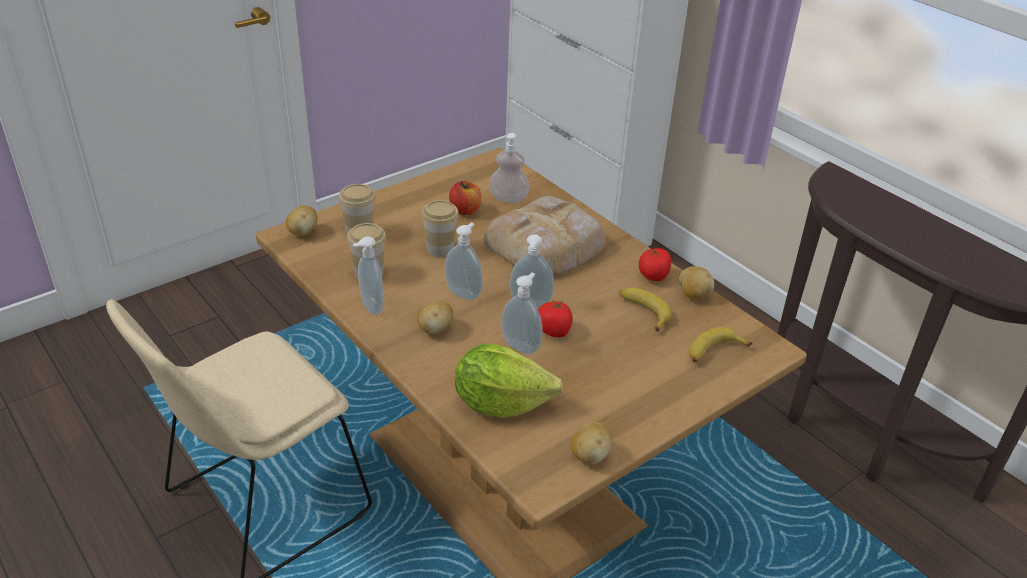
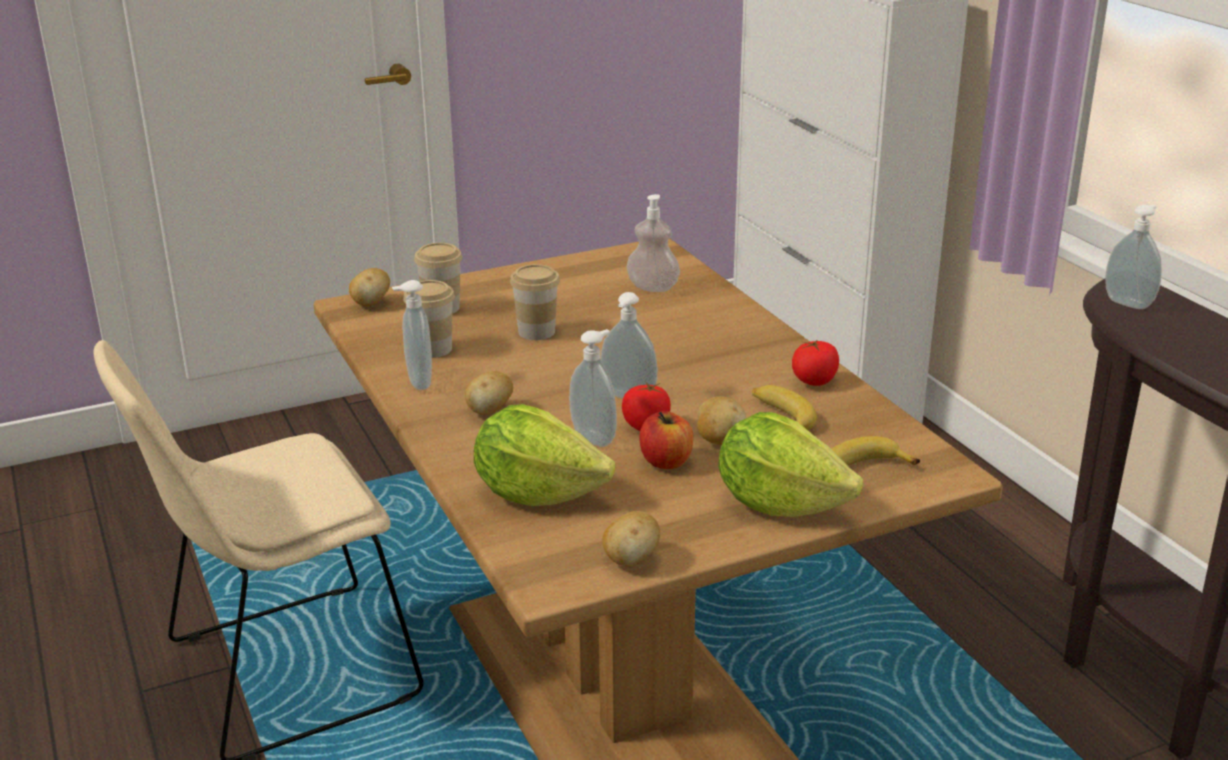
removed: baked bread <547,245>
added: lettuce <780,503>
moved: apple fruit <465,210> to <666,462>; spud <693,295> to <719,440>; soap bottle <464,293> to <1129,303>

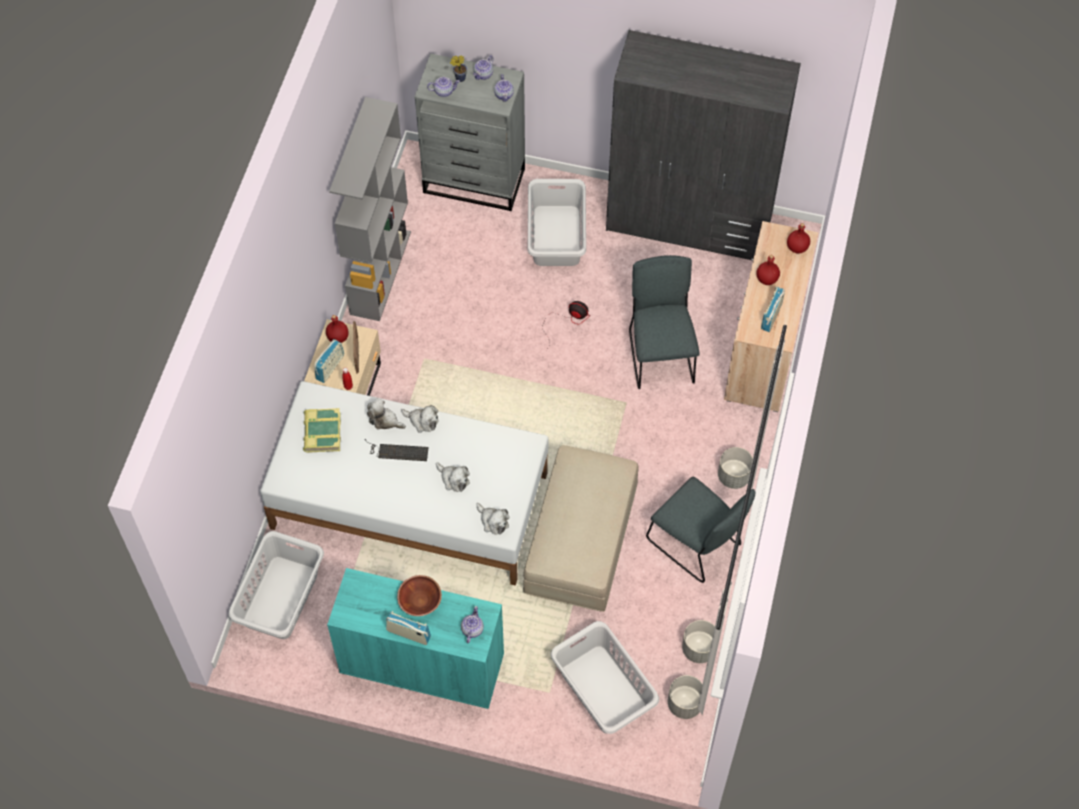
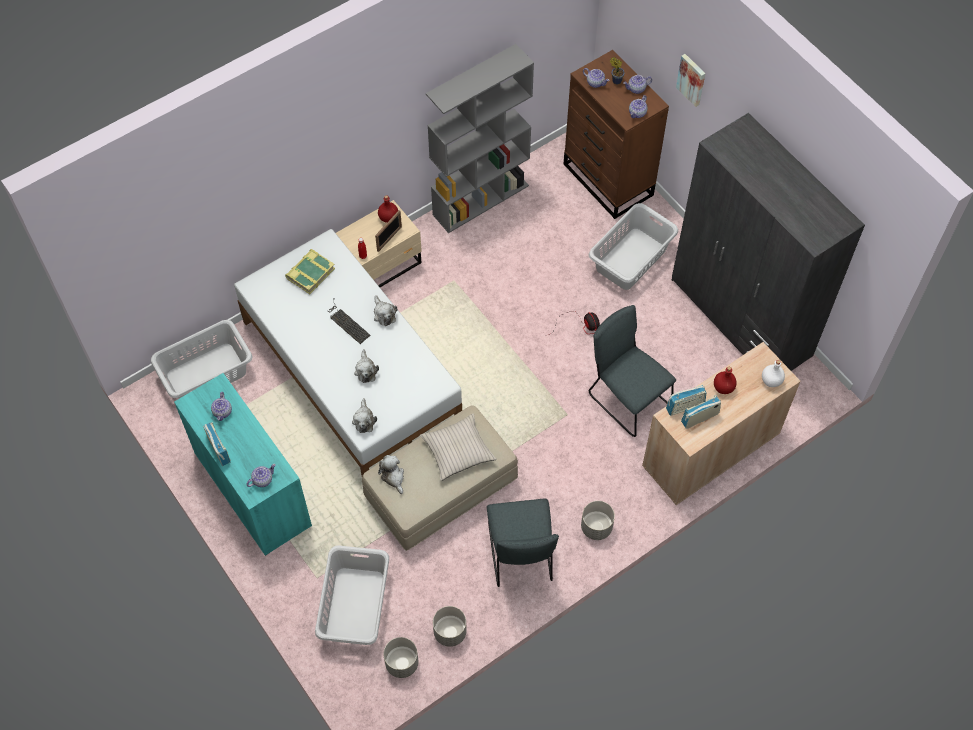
removed: serving bowl in brown <420,600>
added: pot for tea <223,412>; pillow in beige-coloured <457,450>; picture <692,79>
moved: soft toy <384,420> to <393,477>; radio <330,367> to <685,406>
recoloured: dresser in grey <475,181> to dresser in brown <608,180>; drink bottle in reddish <797,248> to drink bottle in white <771,381>
turned: plain chair in grey <660,354> = <626,397> 75 degrees counterclockwise

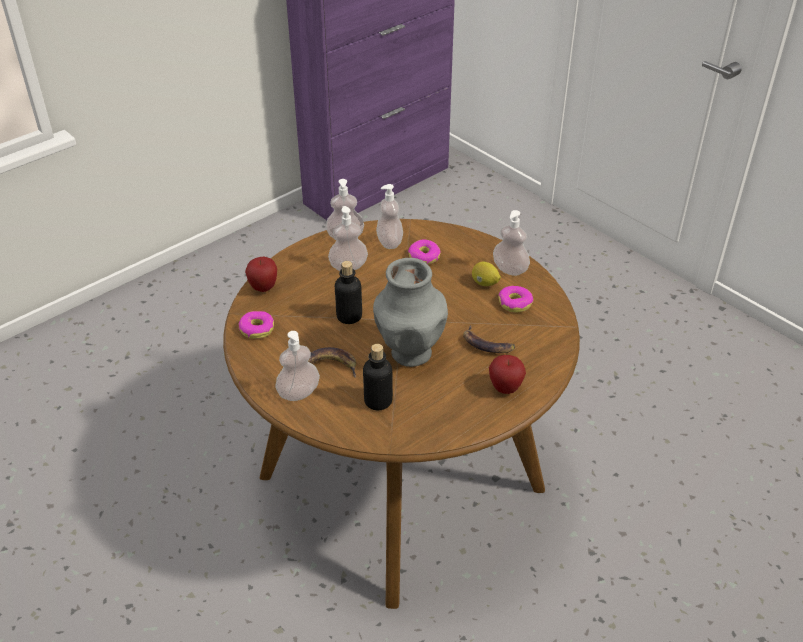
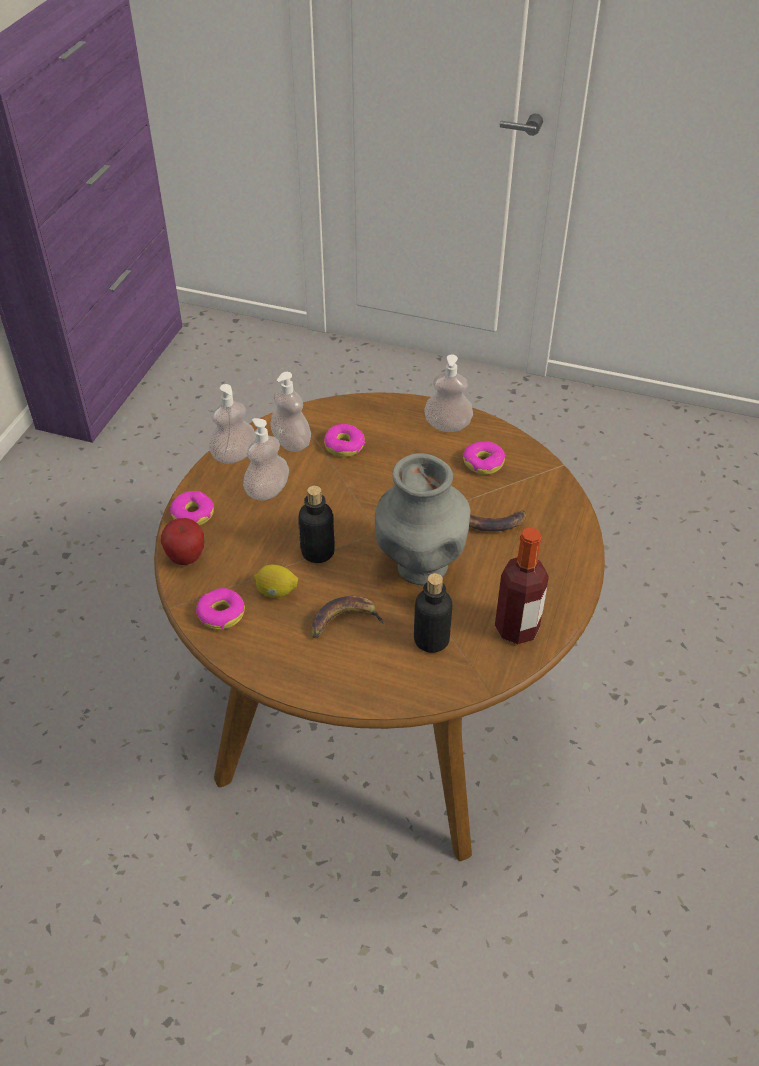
removed: soap bottle <298,393>; apple fruit <505,388>
added: doughnut <193,514>; drink bottle <516,628>
moved: whole lemon <484,283> to <276,592>

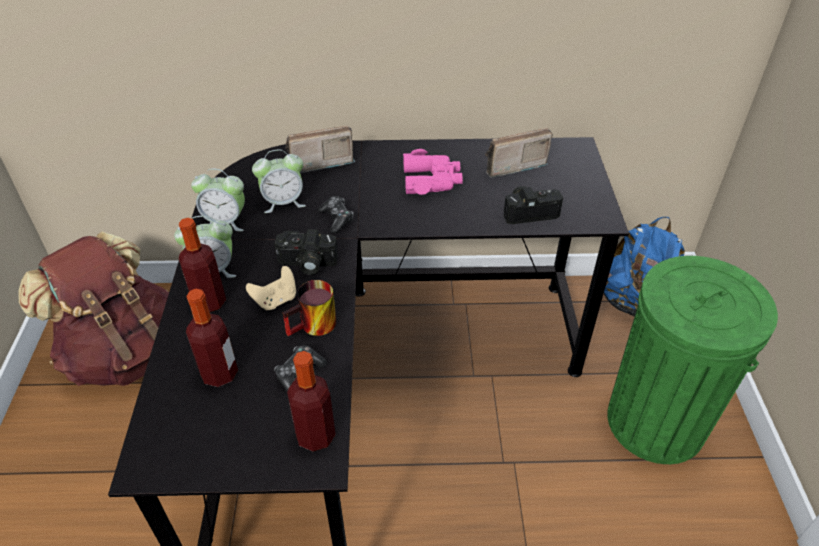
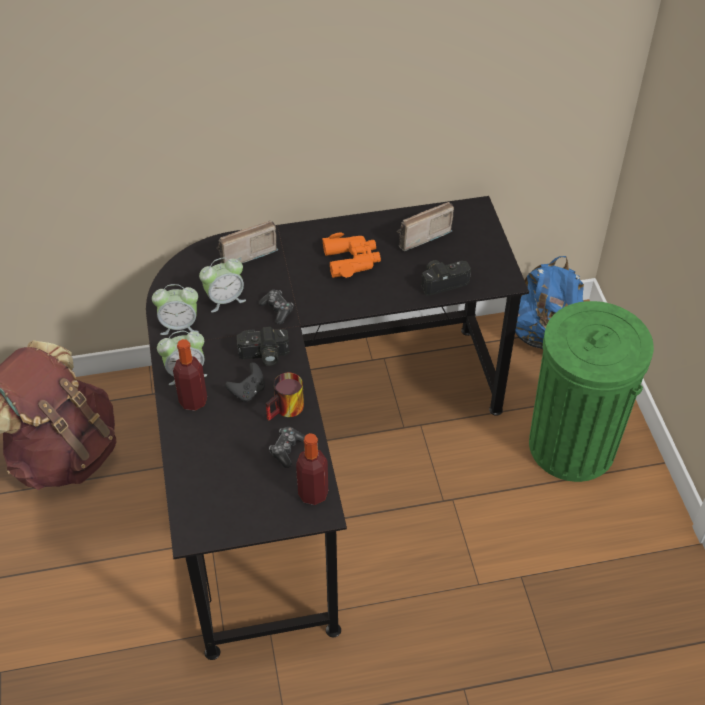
removed: drink bottle <219,373>
recoloured: game controller in beige-coloured <276,300> to game controller in blackish <248,391>; binoculars in pinkish <431,180> to binoculars in orange <351,260>

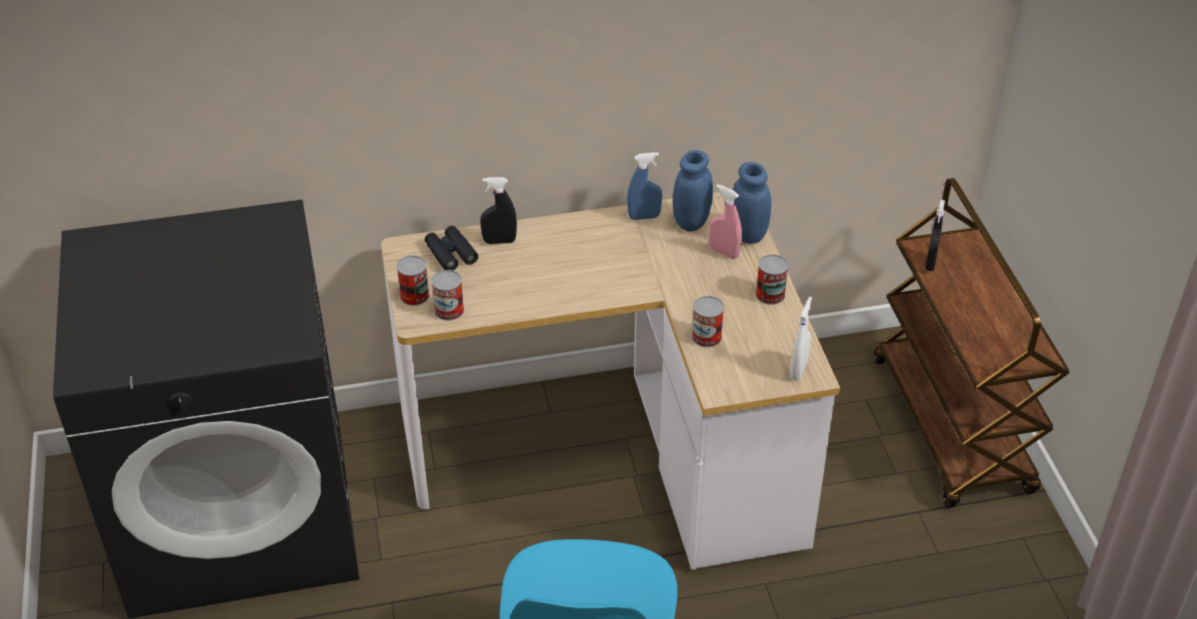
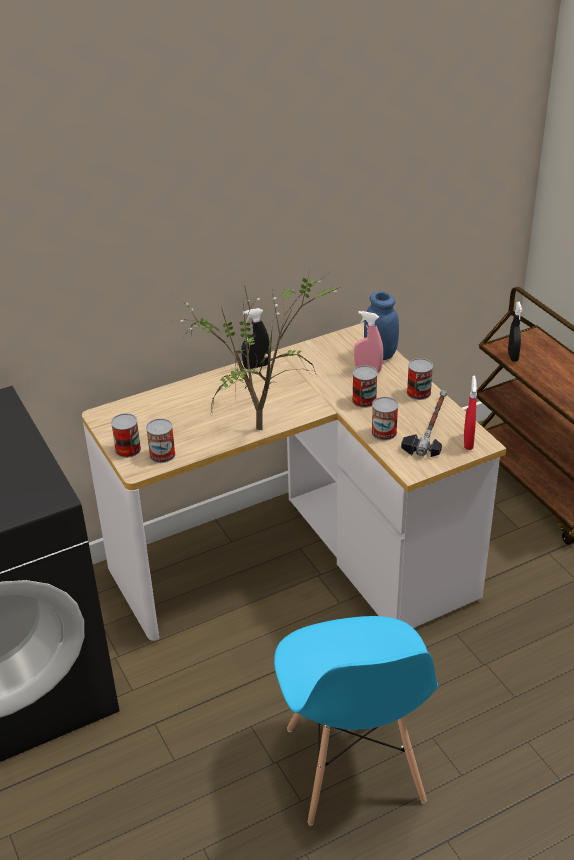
removed: binoculars in blackish <451,253>; sprayer in bluish <644,217>; storage jar in bluish <691,222>
added: plant in a pot <264,426>; can <364,400>; hand hammer <430,427>
moved: sprayer in blackish <499,241> to <256,366>
recoloured: sprayer in white <798,370> to sprayer in reddish <468,442>

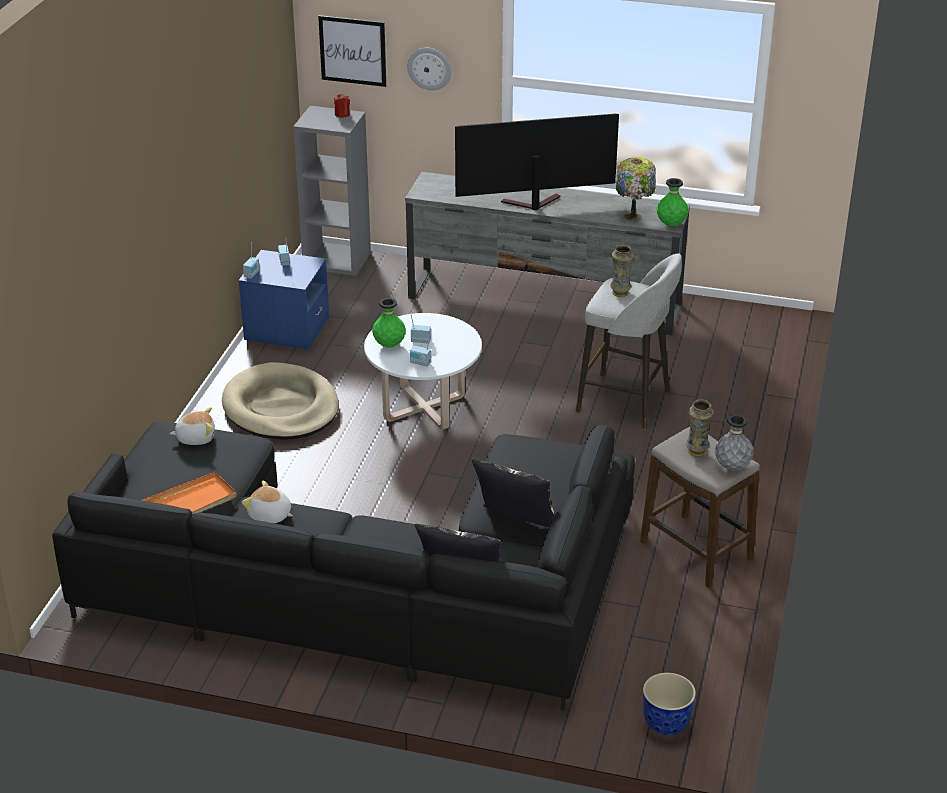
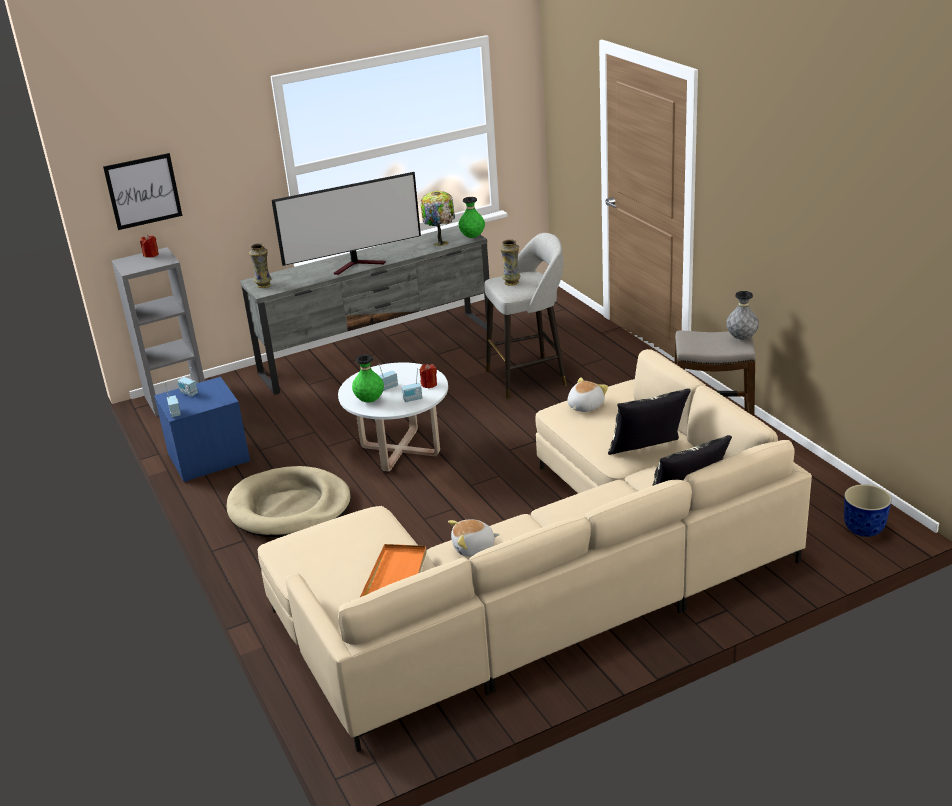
removed: clock on the wall <429,68>
added: candle in reddish <429,384>
moved: flower vase <697,451> to <264,285>; soft toy <196,437> to <584,406>
recoloured: sofa in blackish <366,587> to sofa in beige-coloured <551,577>
turned: TV set <531,204> = <358,265> 150 degrees counterclockwise

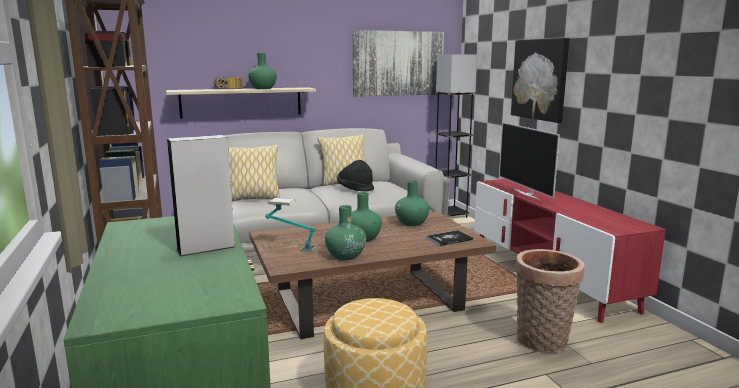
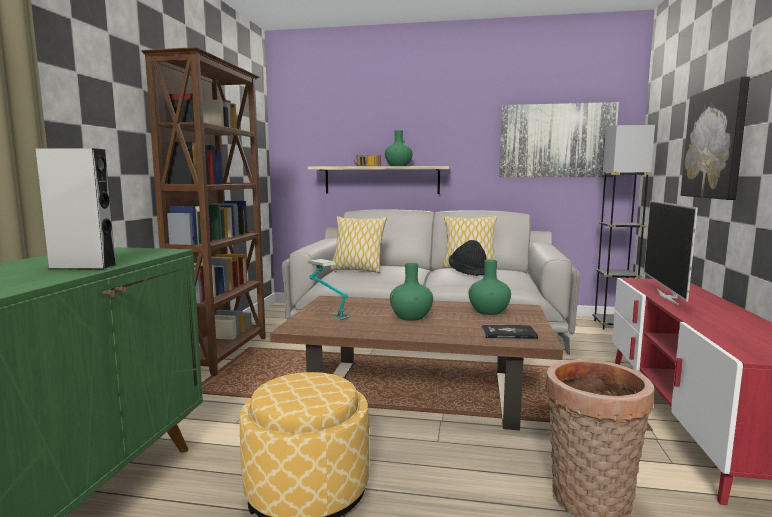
removed: flower vase in greenish <345,256>

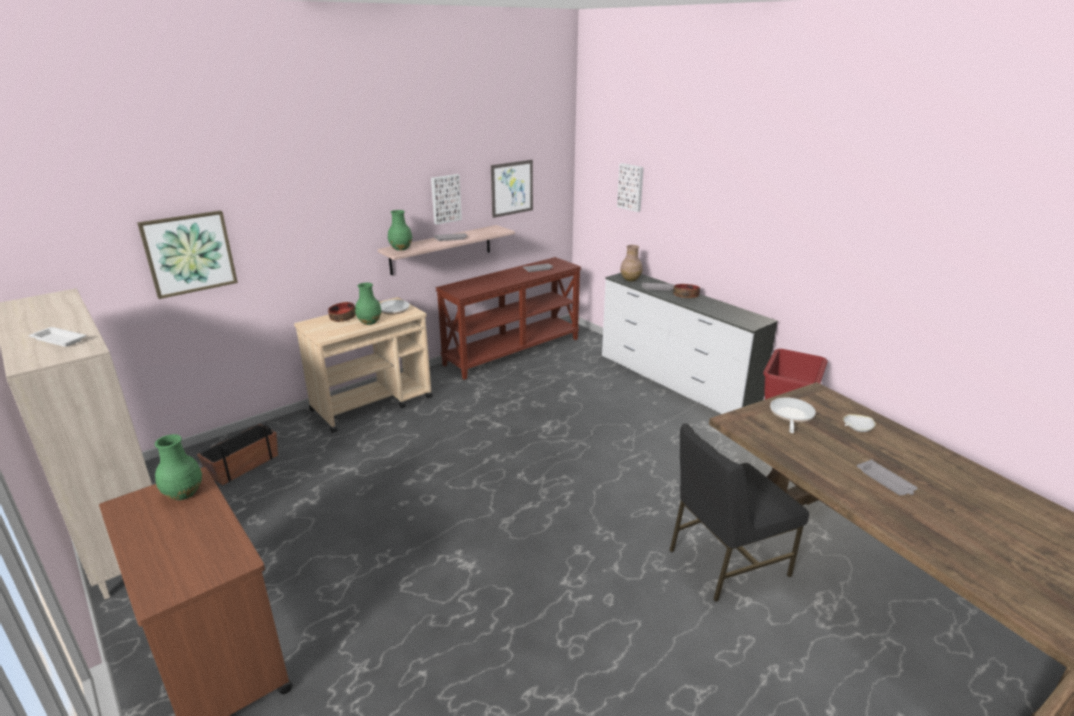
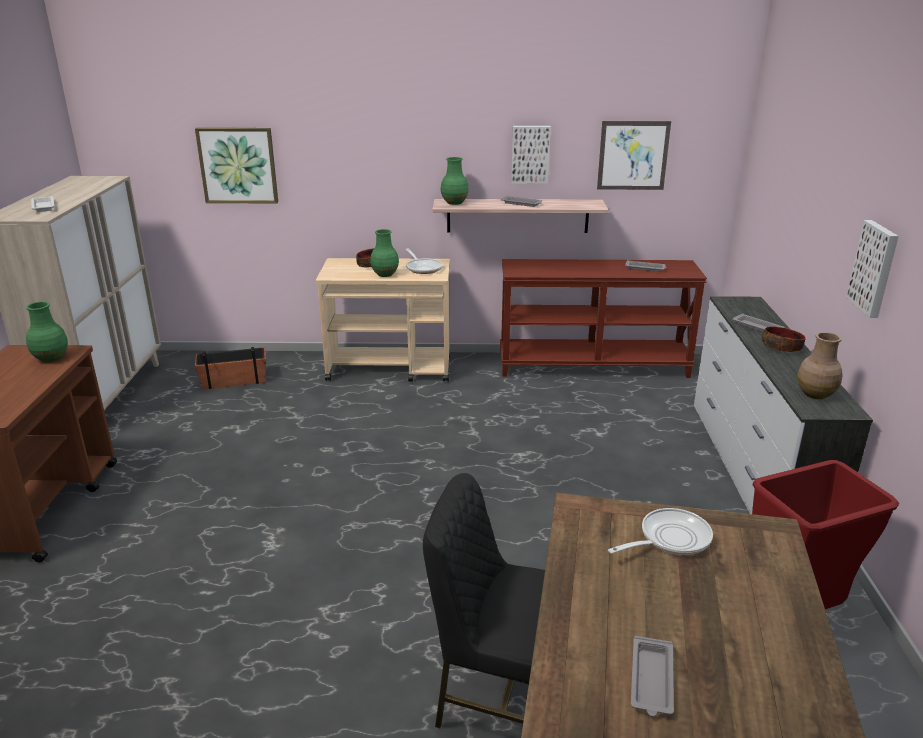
removed: serving bowl in white <857,429>
moved: flower vase in brown <630,279> to <815,394>; picture <631,187> to <875,268>

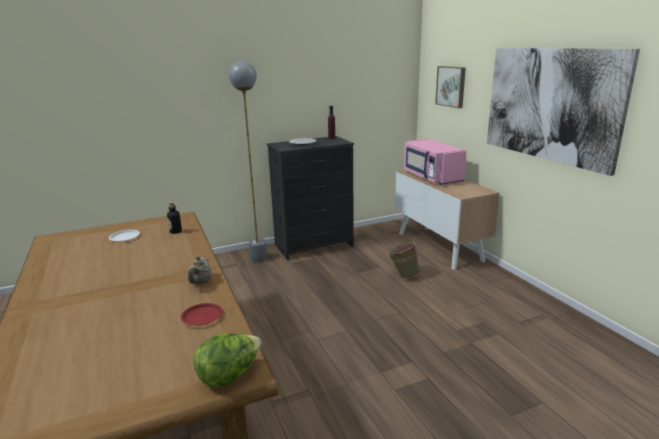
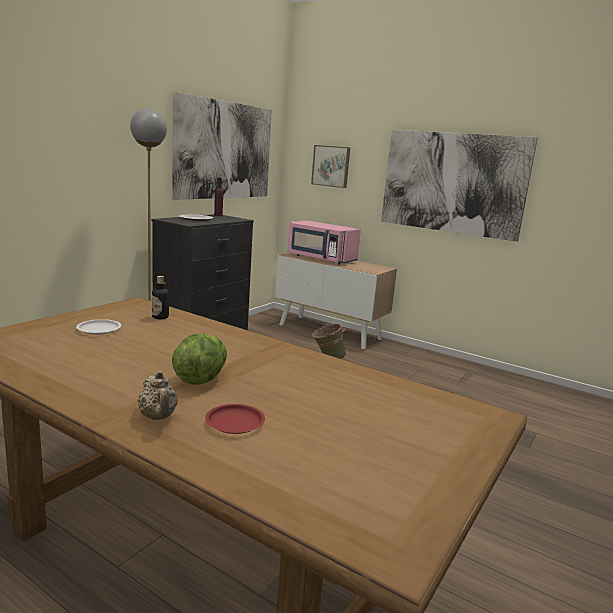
added: picture <224,150>
moved: pot for tea in beige-coloured <200,283> to <158,417>; lettuce <229,375> to <201,378>; plate in reddish <202,317> to <235,423>

